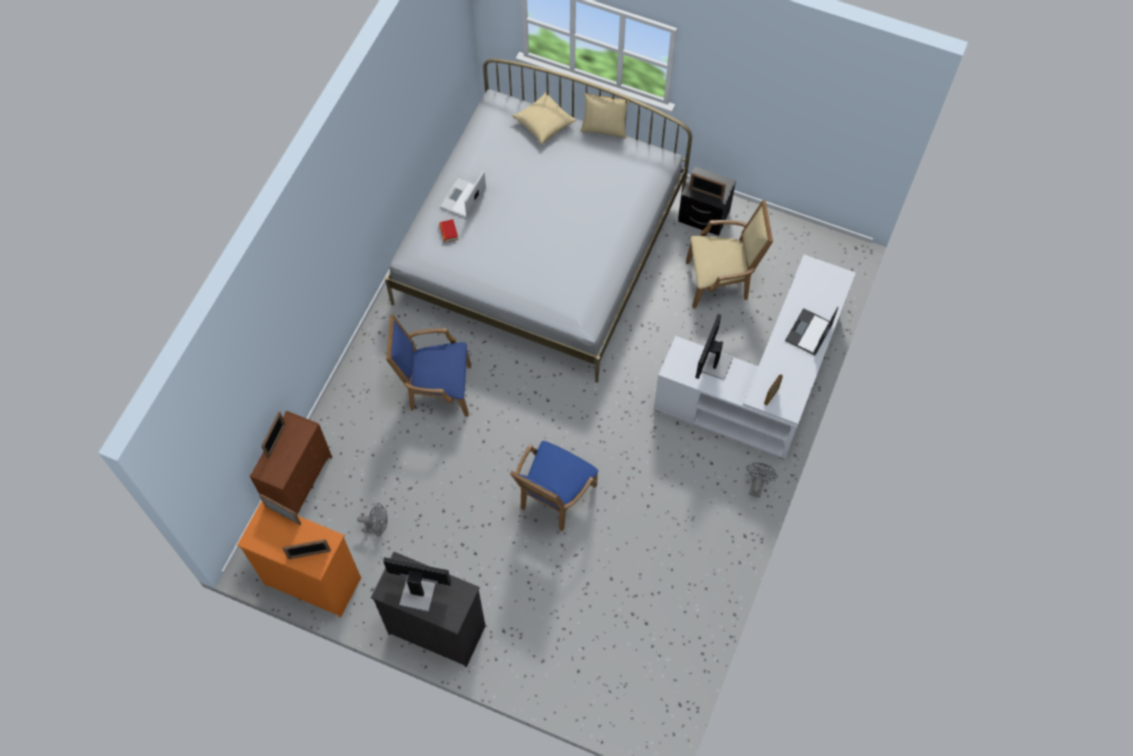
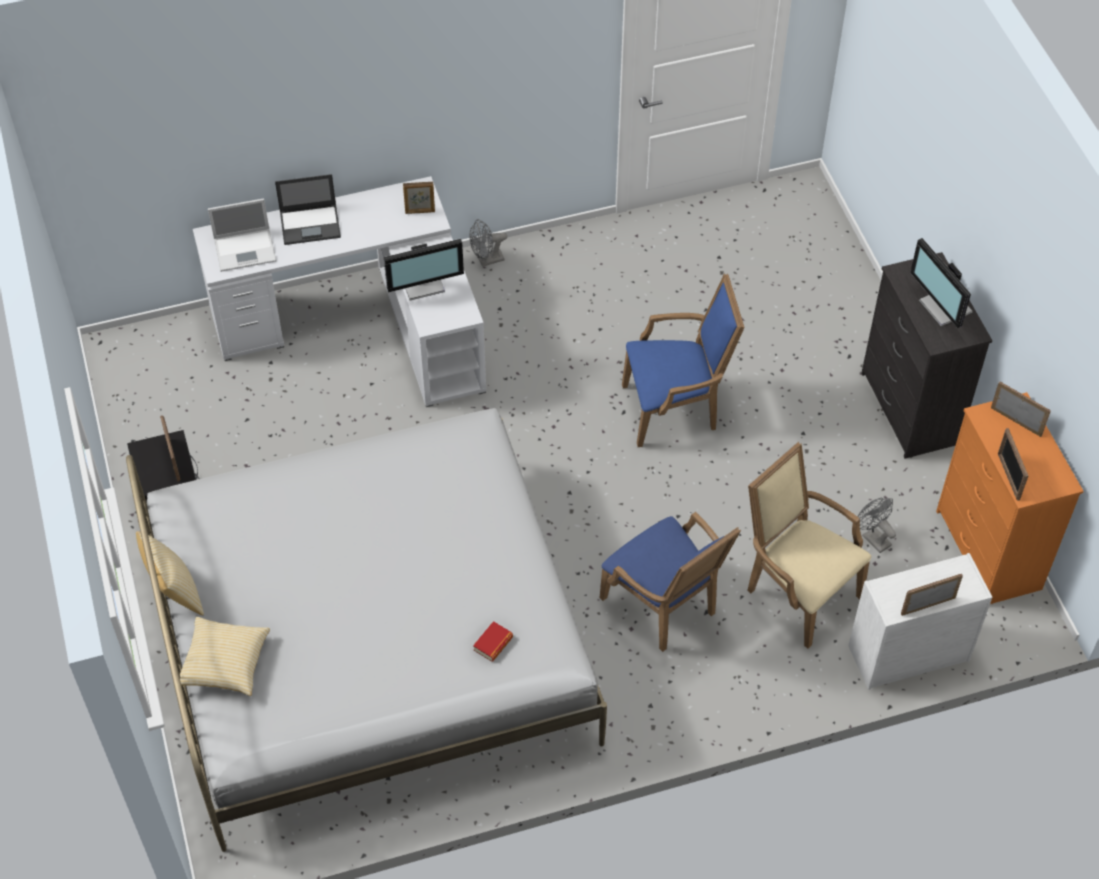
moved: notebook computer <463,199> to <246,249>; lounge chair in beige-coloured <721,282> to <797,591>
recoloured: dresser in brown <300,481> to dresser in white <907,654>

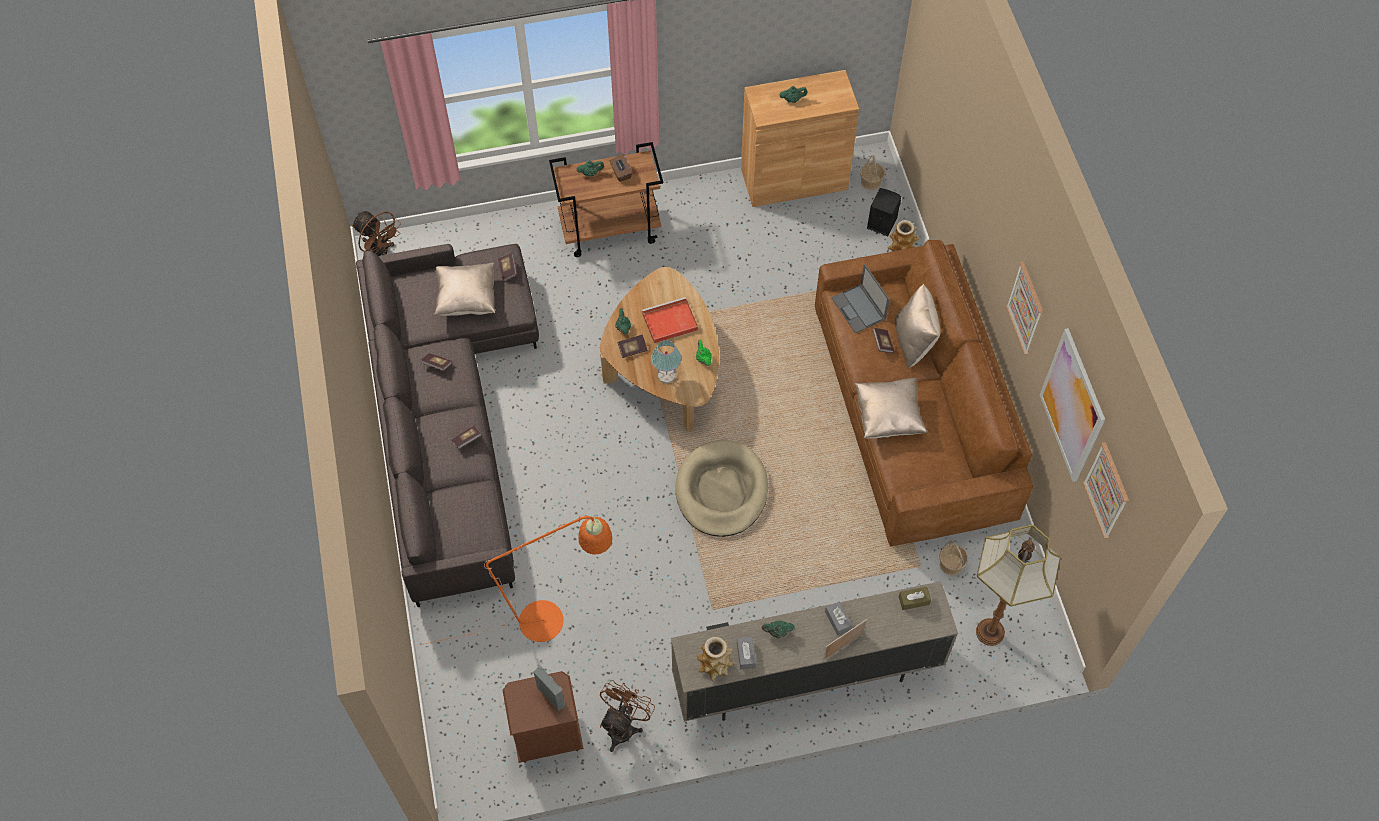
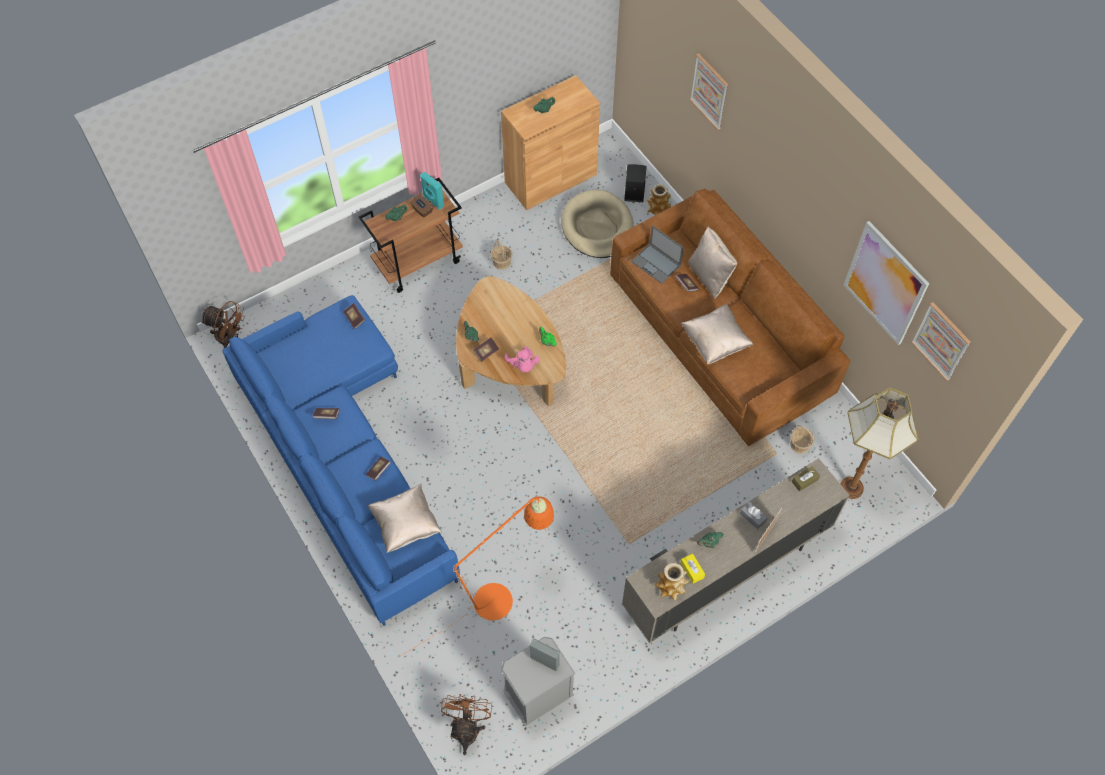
removed: carrying tray in reddish <669,322>
added: audio speaker in turquoise <433,202>
moved: pillow in beige-coloured <467,299> to <406,525>; cooling fan in brown <624,726> to <467,728>; household basket <871,182> to <501,262>; dog cushion in beige-coloured <721,491> to <597,227>; picture <1025,308> to <709,91>
replaced: lamp for a table <666,376> to soft toy in pinkish <523,365>
recoloured: sofa in grey <450,417> to sofa in bluish <347,457>; bedside table in brown <547,736> to bedside table in grey <537,695>; box of tissues in grey <746,655> to box of tissues in yellow <692,570>

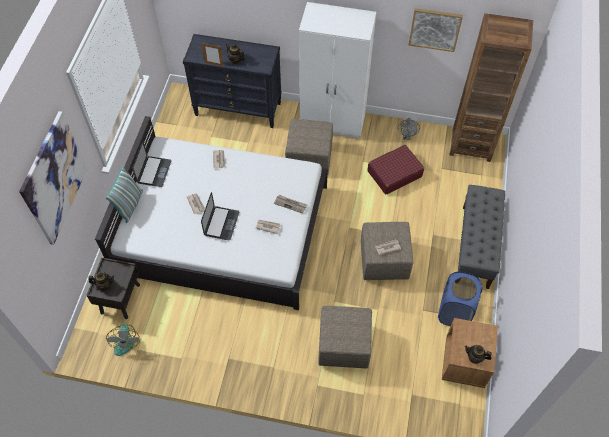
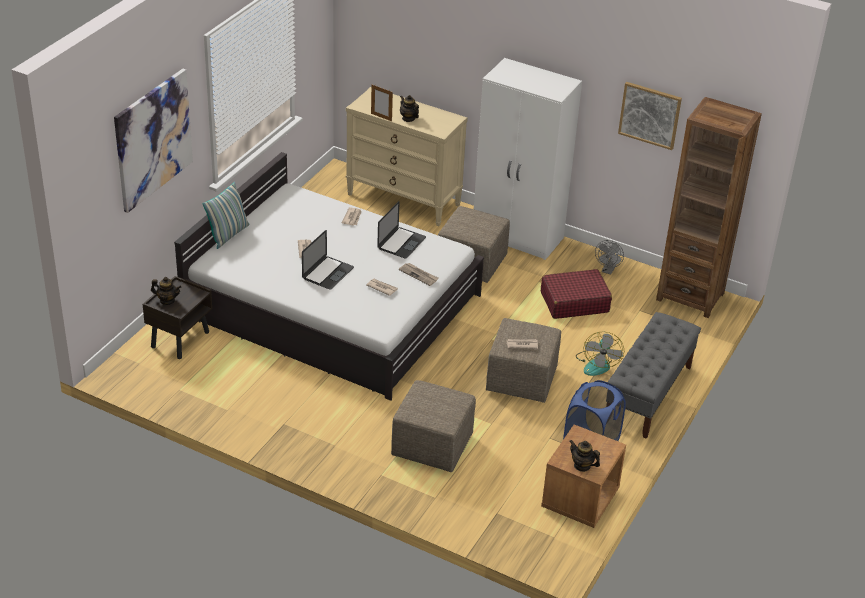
moved: notebook computer <154,171> to <401,243>; cooling fan <124,340> to <597,363>
recoloured: dresser in blackish <238,109> to dresser in beige-coloured <404,199>

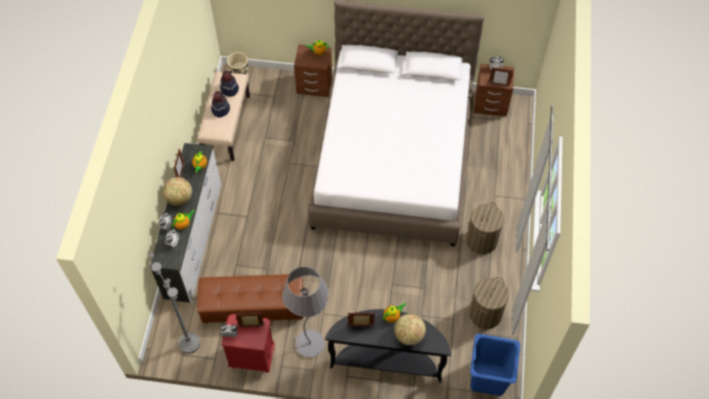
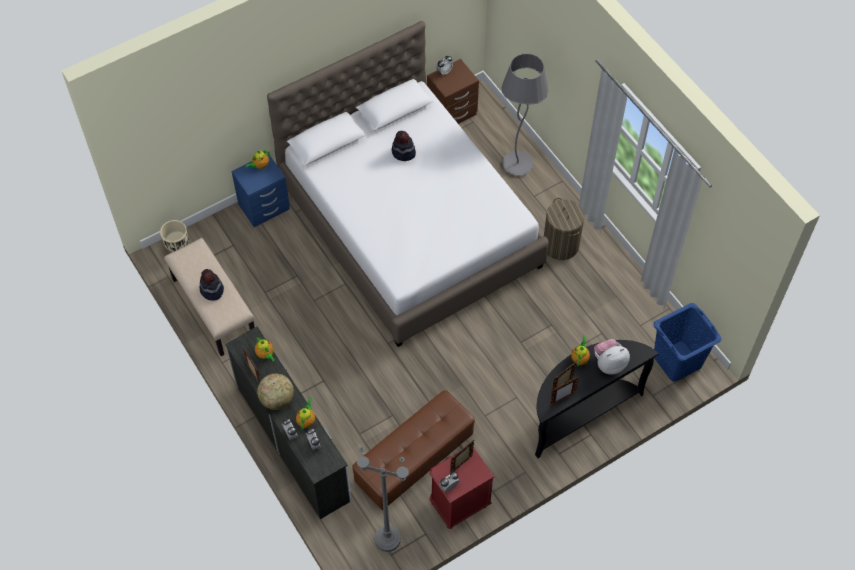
removed: hamper <485,314>
moved: wearable hat <229,89> to <403,152>; standard lamp in grey <310,344> to <517,164>; picture frame <498,85> to <562,400>
replaced: desk globe <409,335> to soft toy <609,363>
recoloured: bedside table in brown <314,85> to bedside table in bluish <264,207>

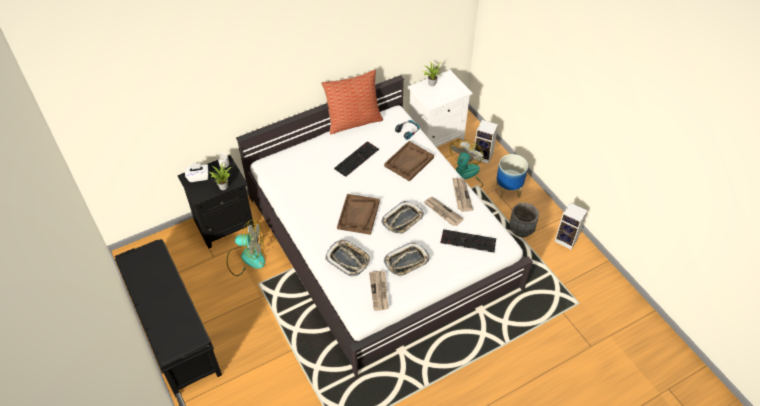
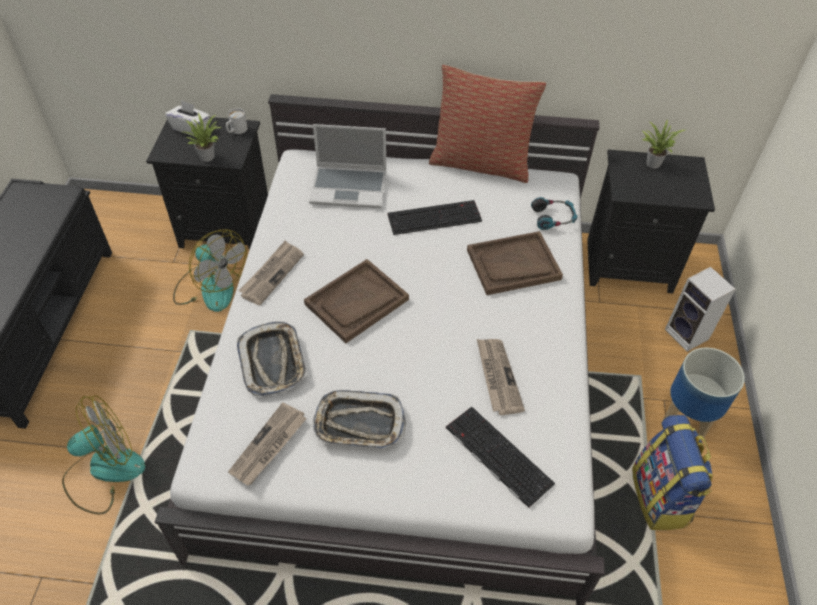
removed: carrying tray <402,220>; audio speaker <567,240>
added: notebook computer <350,187>
moved: cooling fan <465,175> to <104,471>; newspaper <461,195> to <272,274>
replaced: flower pot in grey <521,230> to knapsack <661,497>
recoloured: bedside table in white <436,136> to bedside table in blackish <630,264>

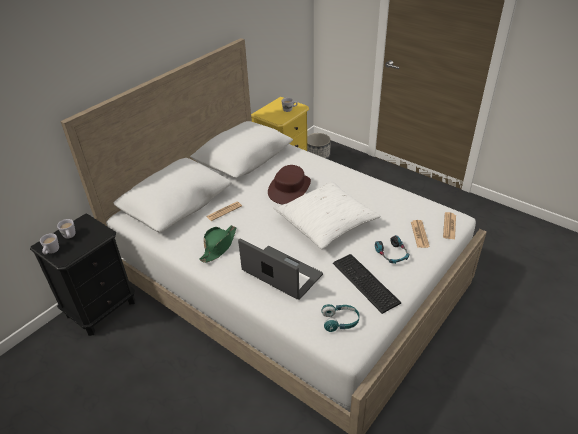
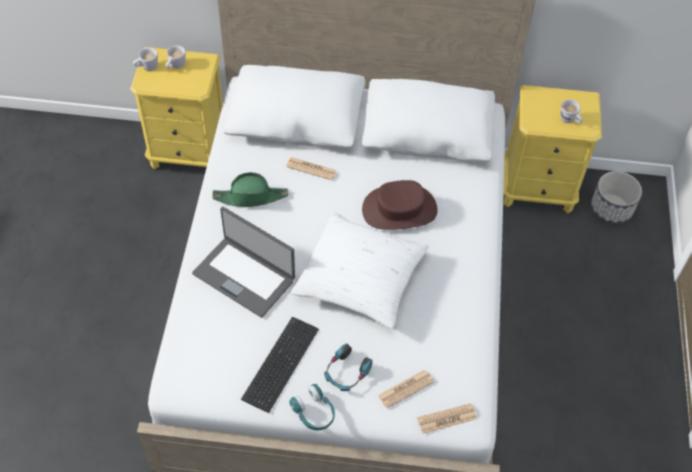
moved: pair of headphones in turquoise <340,321> to <314,413>
recoloured: bedside table in blackish <101,308> to bedside table in yellow <188,152>
turned: notebook computer <281,274> = <244,276> 120 degrees clockwise

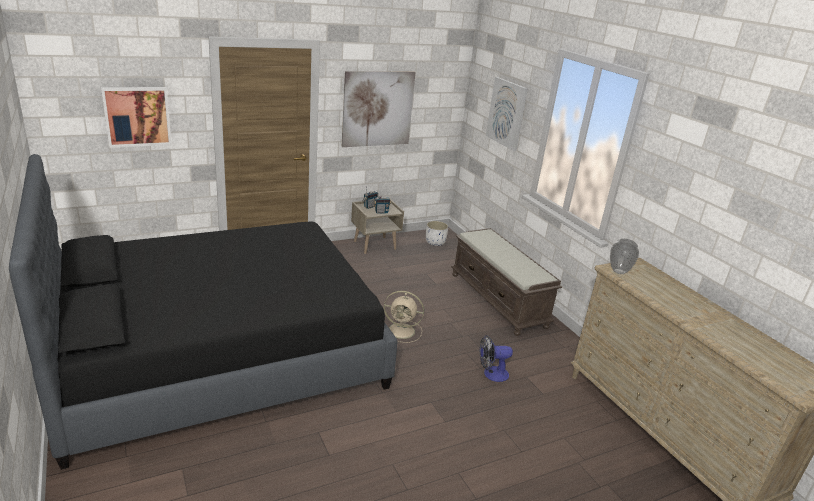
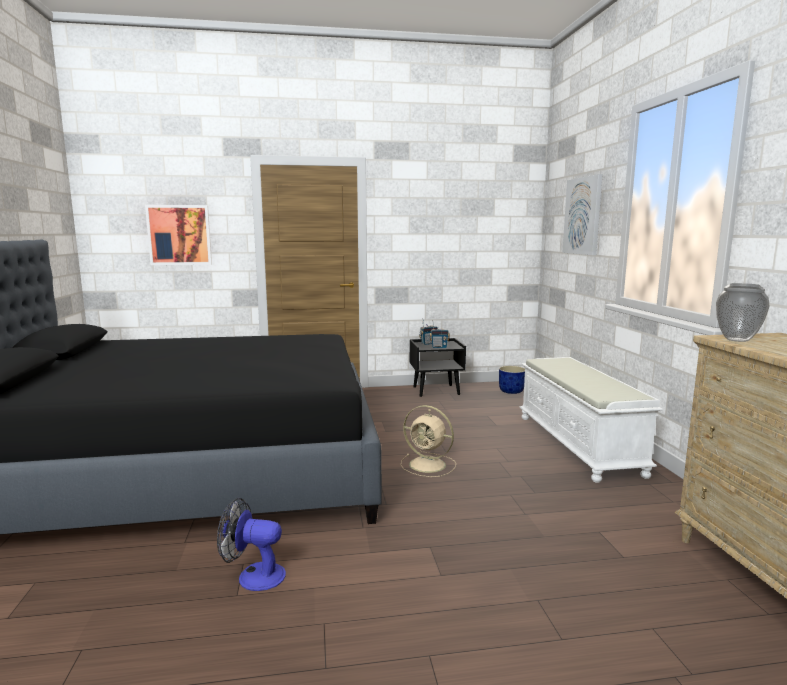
removed: picture <377,109>
moved: cooling fan <491,374> to <253,576>
recoloured: bedside table in beige-coloured <375,245> to bedside table in blackish <436,390>; flower pot in white <435,242> to flower pot in bluish <511,391>; bench in brown <498,300> to bench in white <579,444>

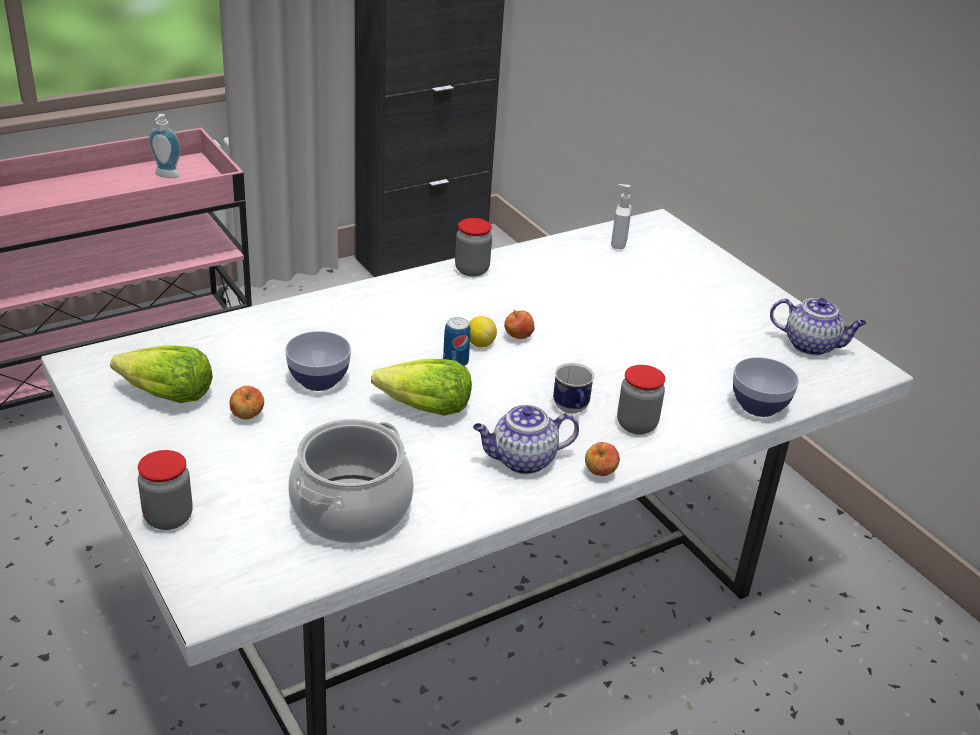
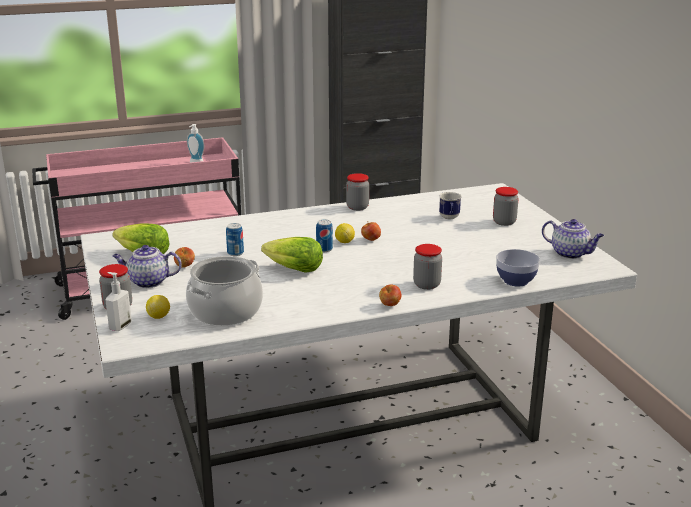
added: whole lemon <159,316>; storage jar <504,222>
moved: soap bottle <617,244> to <120,326>; pot for tea <522,460> to <148,282>; mug <572,410> to <449,218>
replaced: serving bowl <319,380> to can <235,253>

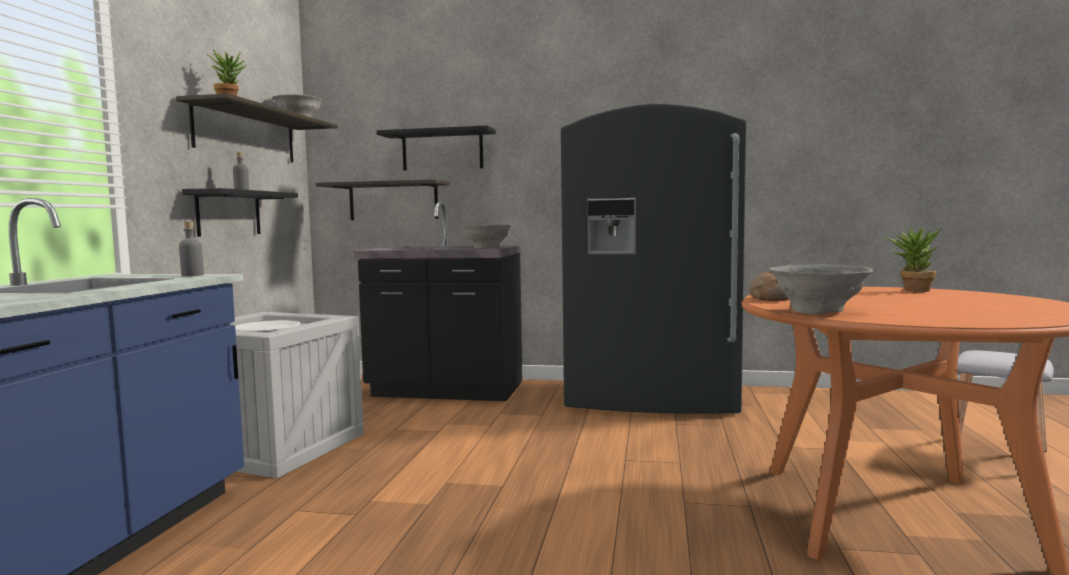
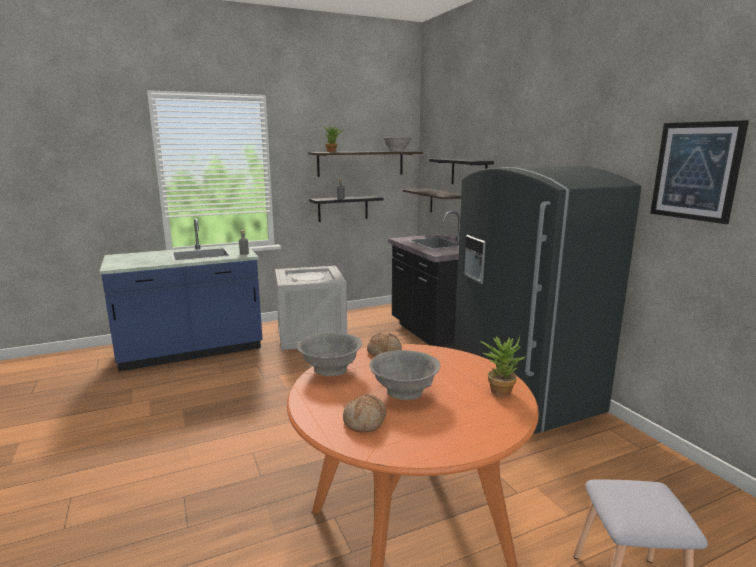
added: baked bread <365,422>; picture <696,171>
moved: serving bowl in grey <487,248> to <404,393>

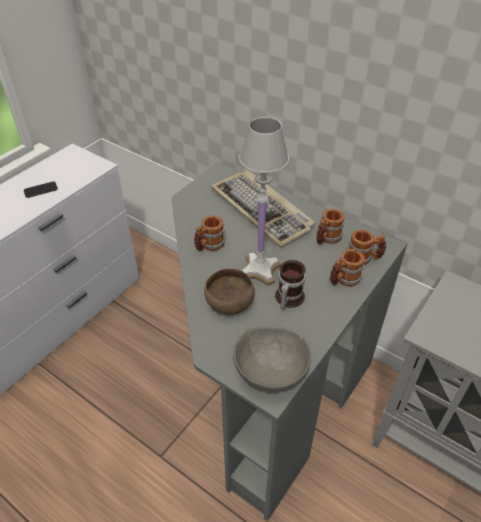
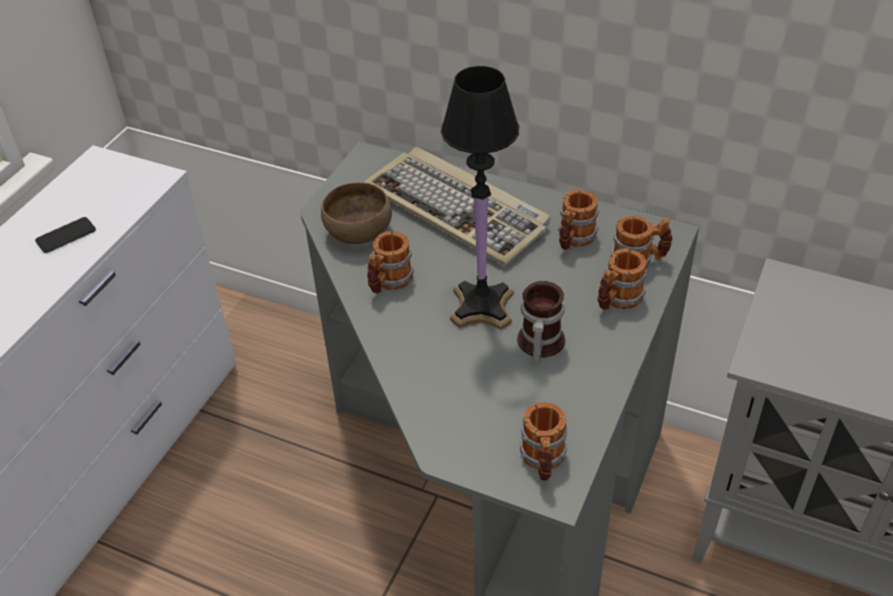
moved: serving bowl in brown <229,303> to <357,232>
replaced: serving bowl in grey <269,372> to mug <543,461>
recoloured: lamp for a table in white <260,269> to lamp for a table in blackish <482,306>

